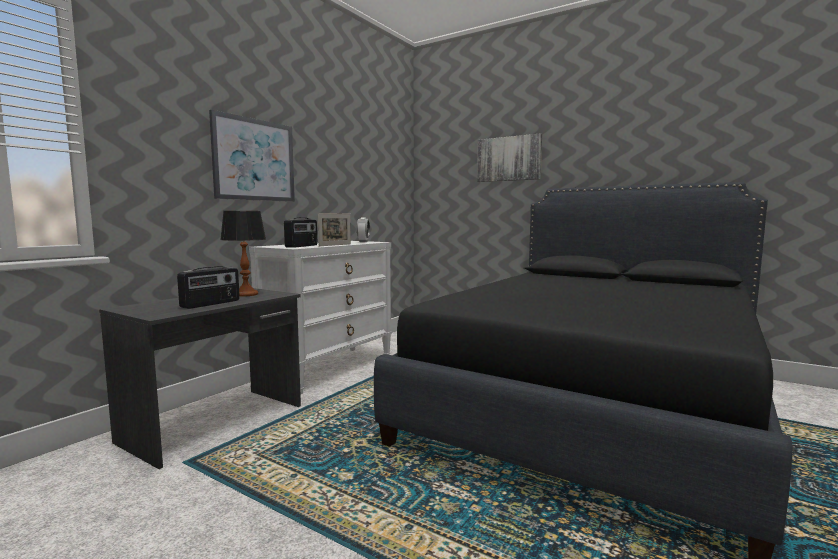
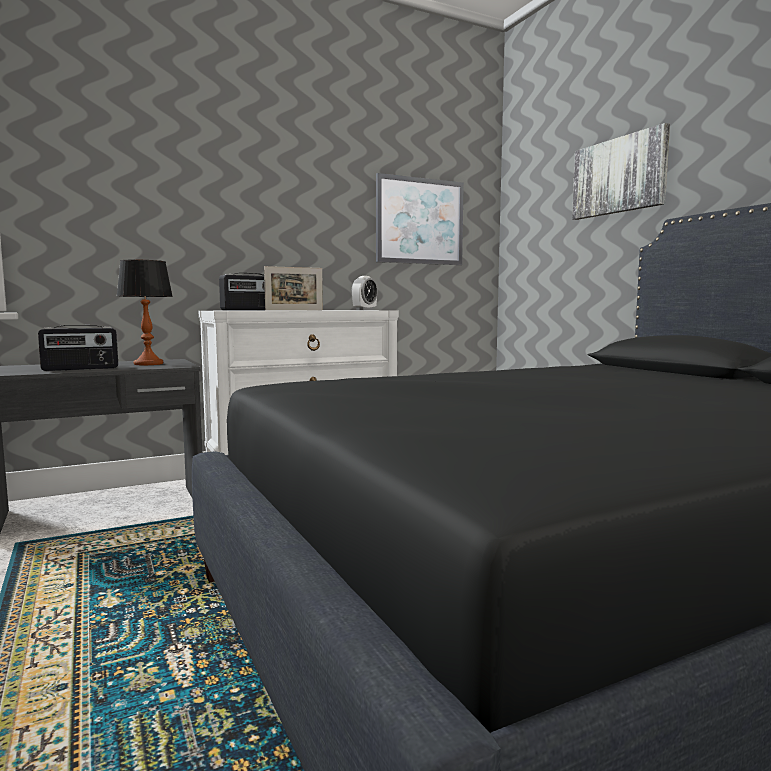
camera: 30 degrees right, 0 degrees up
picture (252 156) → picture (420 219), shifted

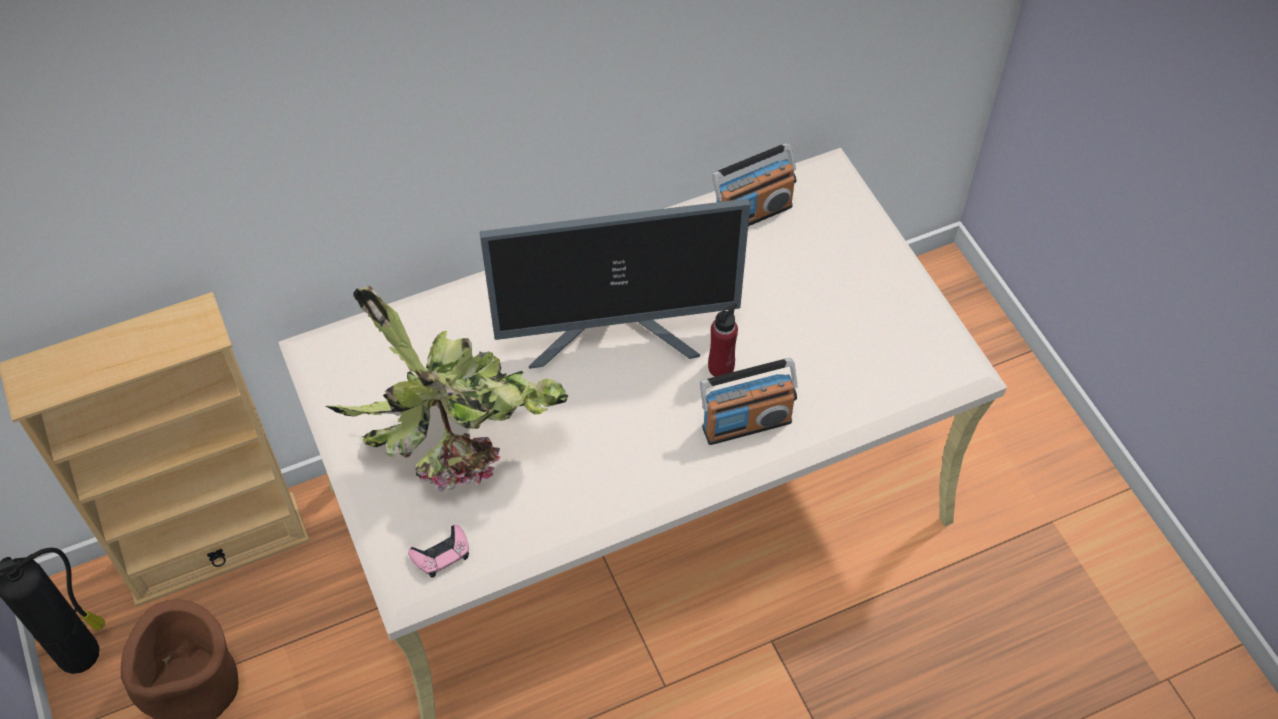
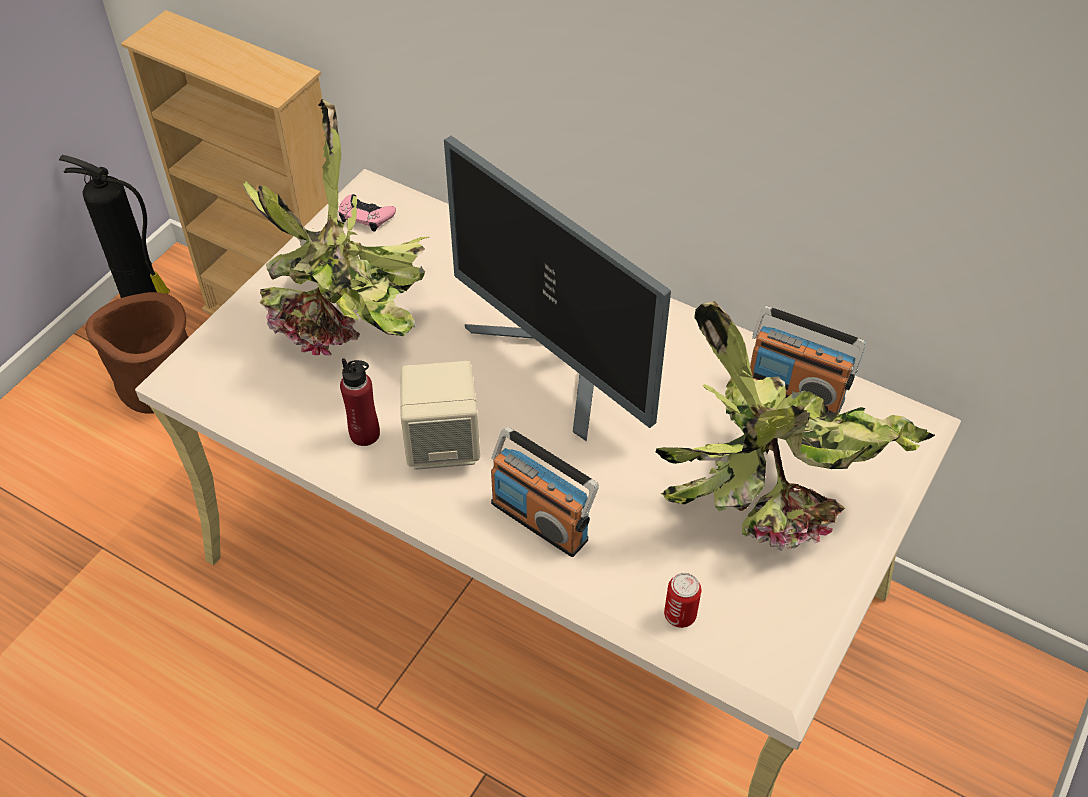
camera: 55 degrees right, 5 degrees down
- → beige speaker (440 415)
- → potted plant (795 426)
- → can (682 600)
pink game controller (438 551) → pink game controller (367 213), shifted
red bottle (723 340) → red bottle (360 402), shifted

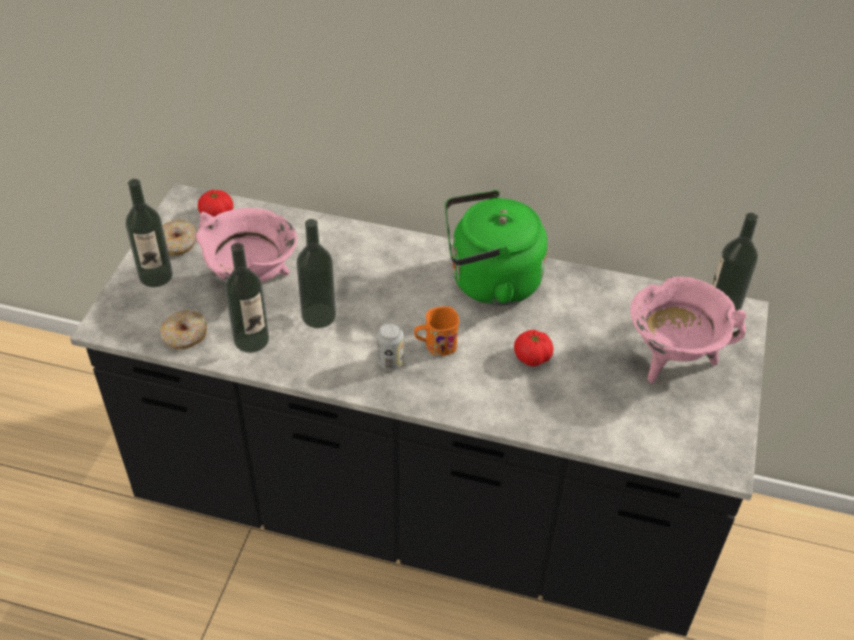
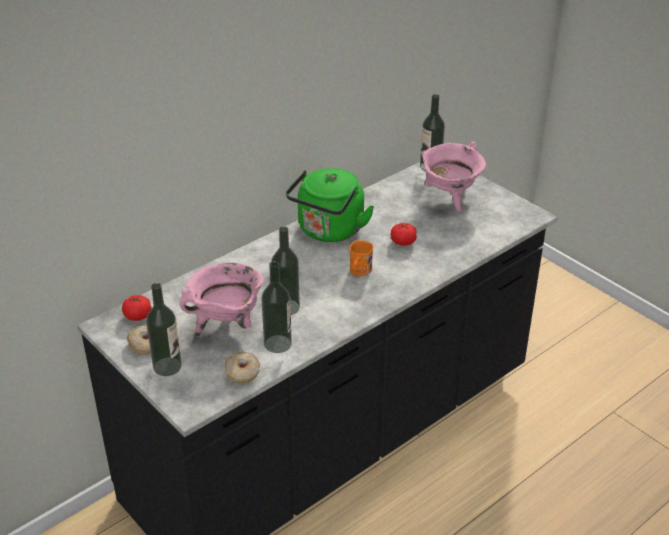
camera: 55 degrees left, 10 degrees down
can (390 346) → -

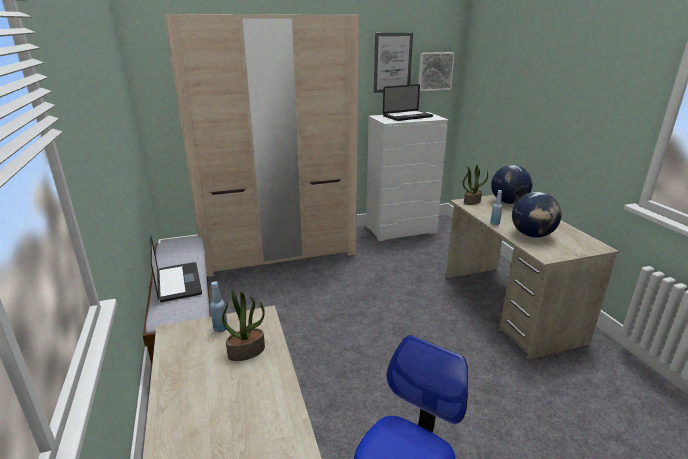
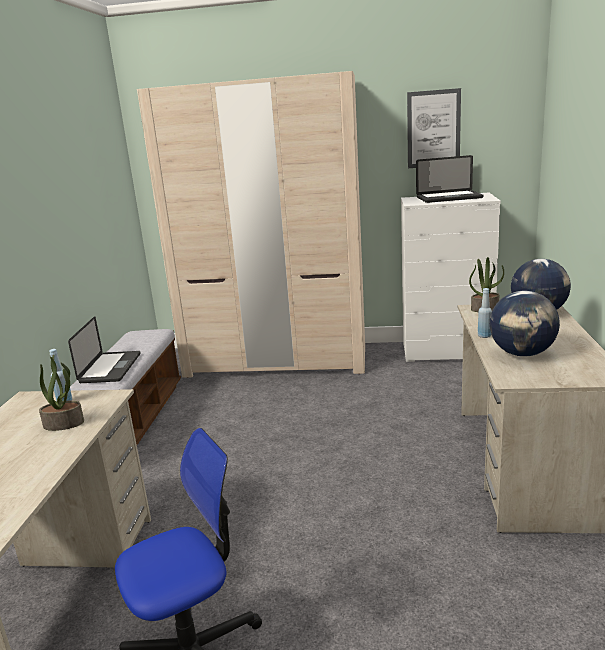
camera: 25 degrees right, 5 degrees down
picture (436 71) → -

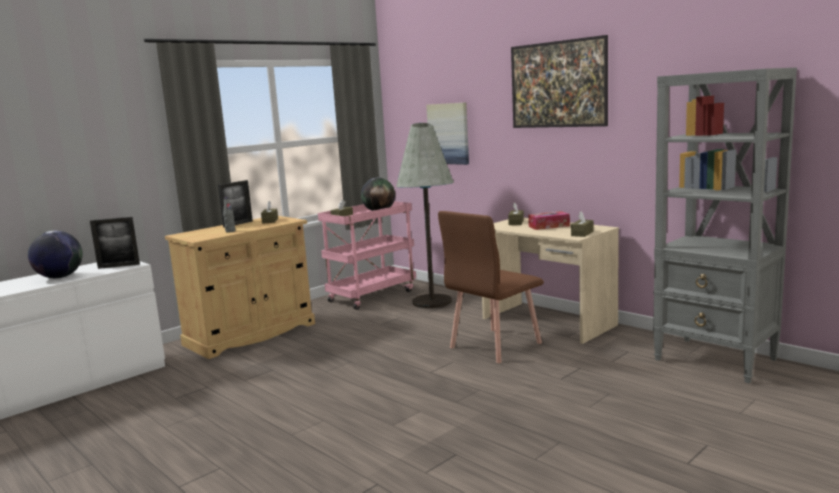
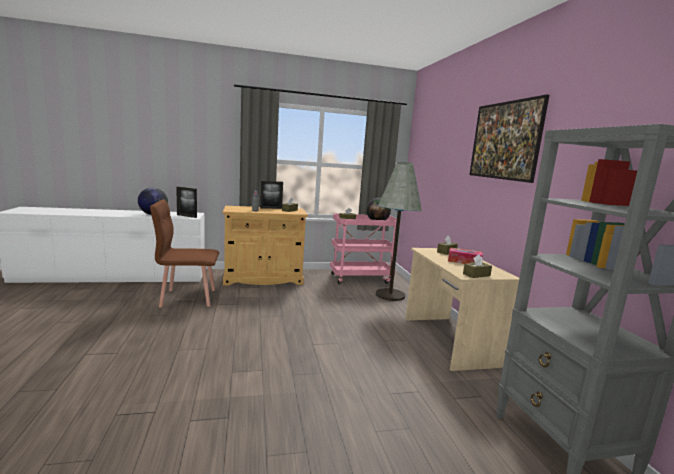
camera: 30 degrees right, 0 degrees up
picture (447 133) → -
brown chair (491 287) → brown chair (184 253), shifted

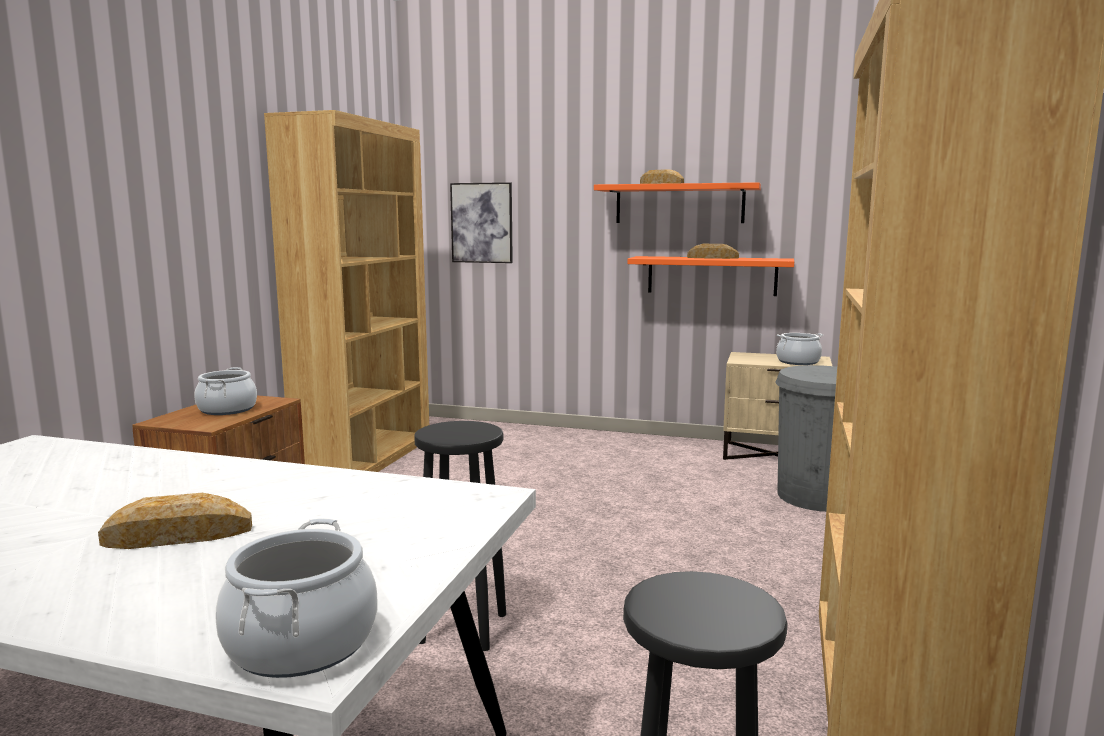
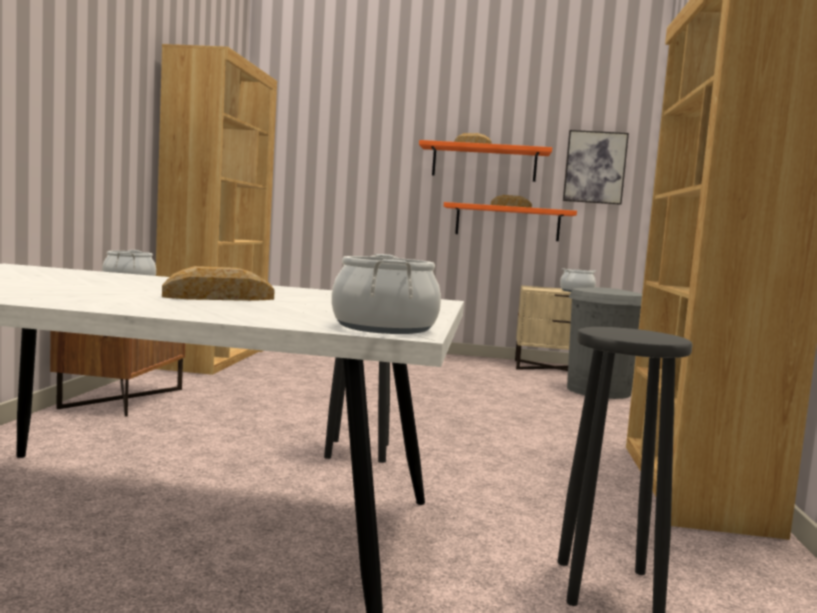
camera: 10 degrees left, 5 degrees down
picture (481 222) → picture (596 167), shifted

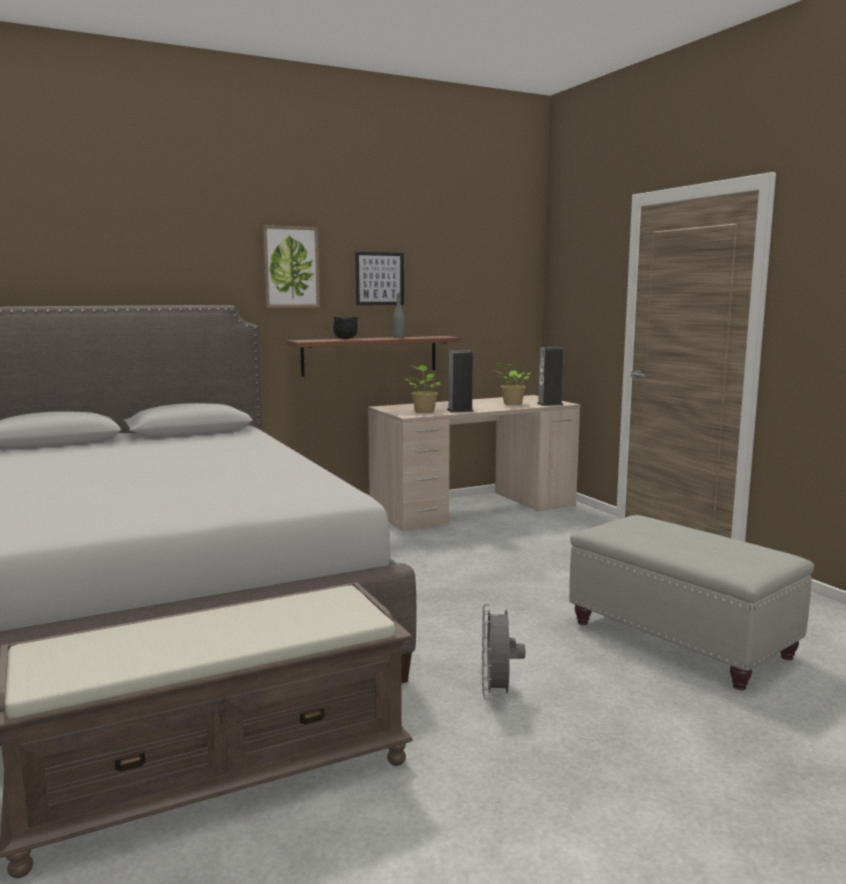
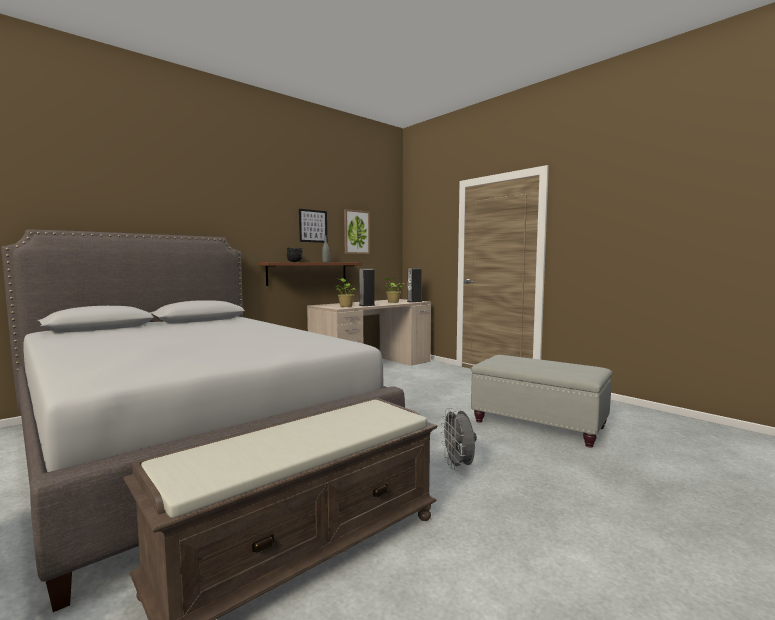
camera: 15 degrees left, 5 degrees down
picture (291 266) → picture (357 231), shifted

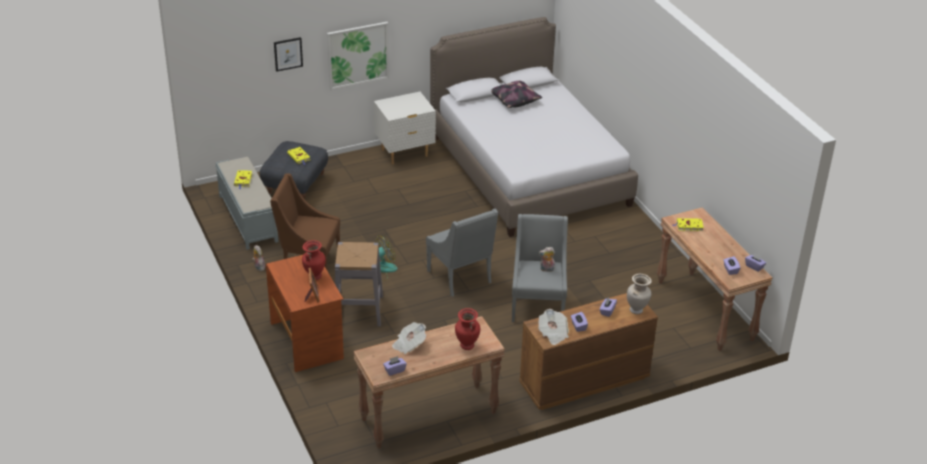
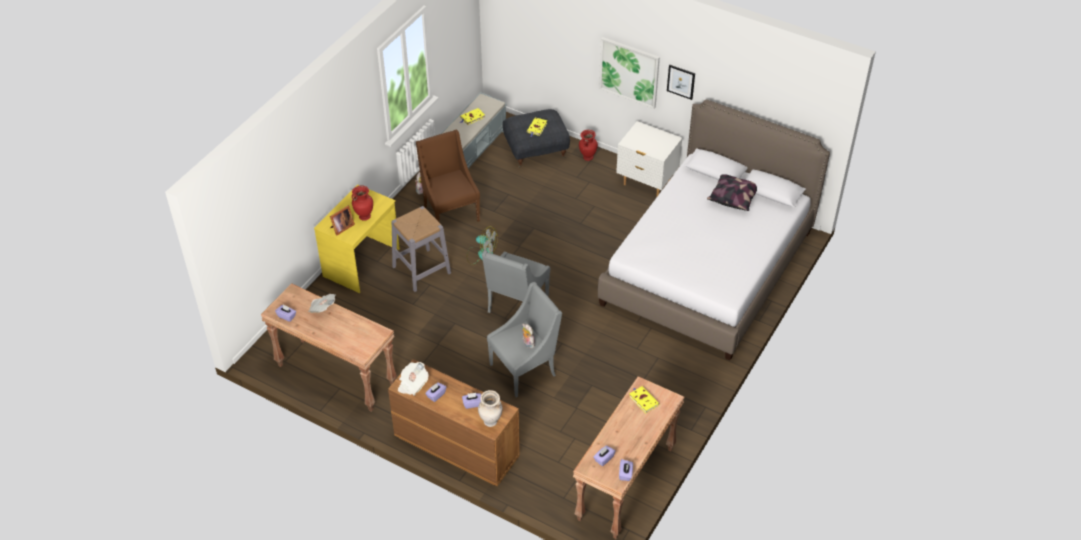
camera: 55 degrees right, 10 degrees up
picture (288 54) → picture (681 82), shifted
red vase (467 329) → red vase (588 145), shifted
brown desk (305 313) → yellow desk (357 238)

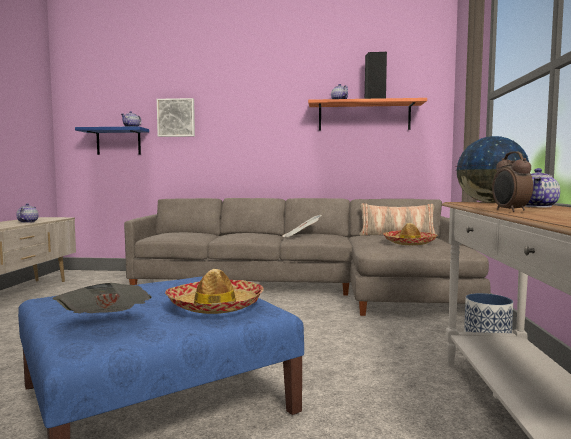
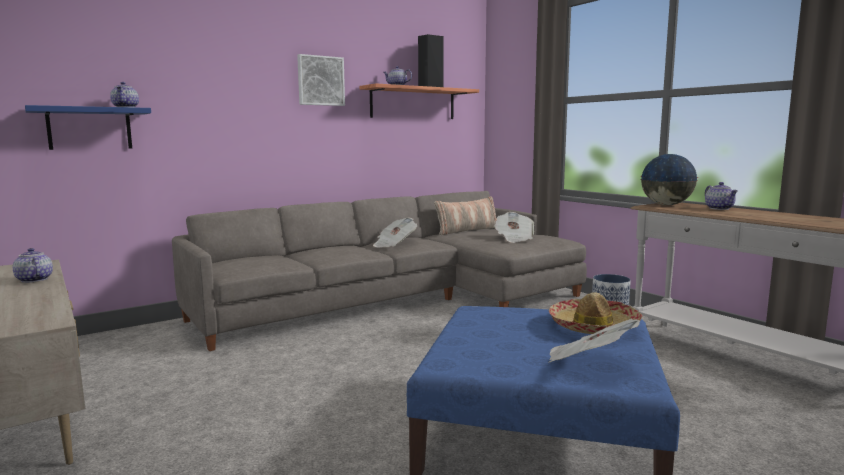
camera: 40 degrees left, 5 degrees up
alarm clock (512 182) → -
picture (176 117) → picture (321 80), shifted
hat (410 234) → newspaper (514 227)

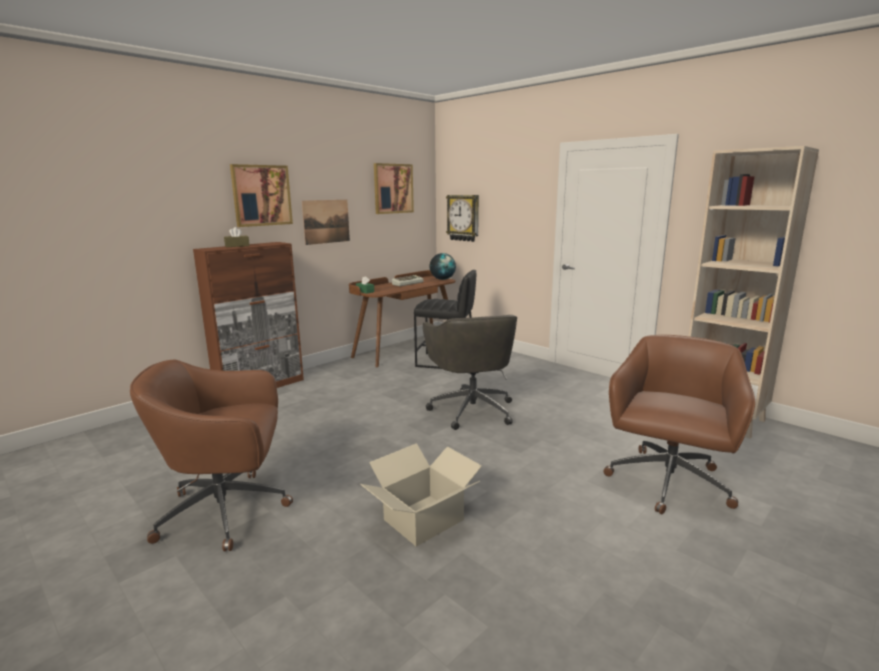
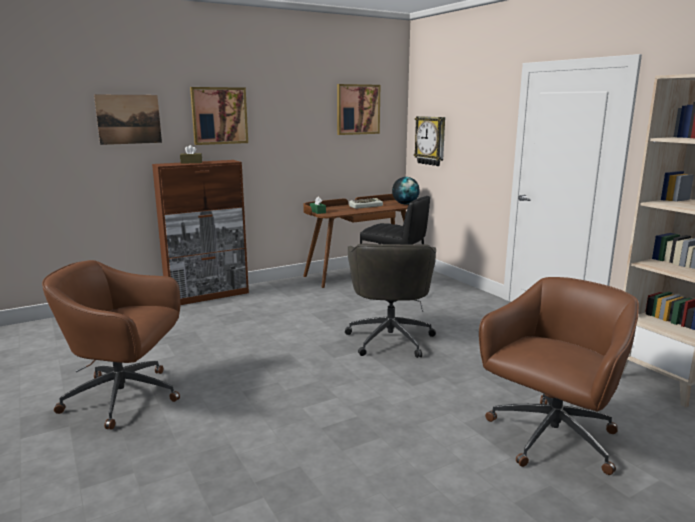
camera: 15 degrees right, 0 degrees up
cardboard box (421 495) → -
picture (326 222) → picture (128 120), shifted

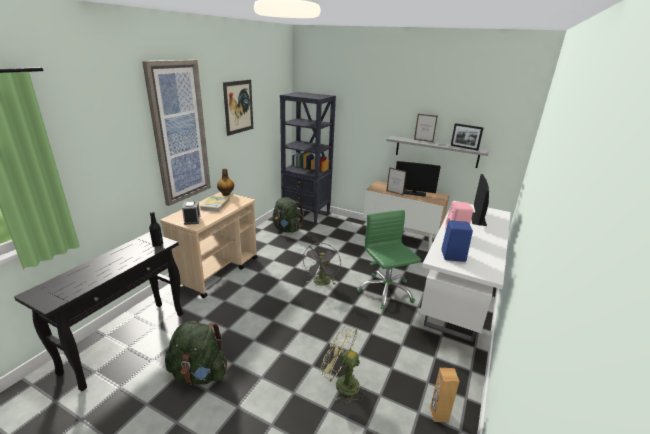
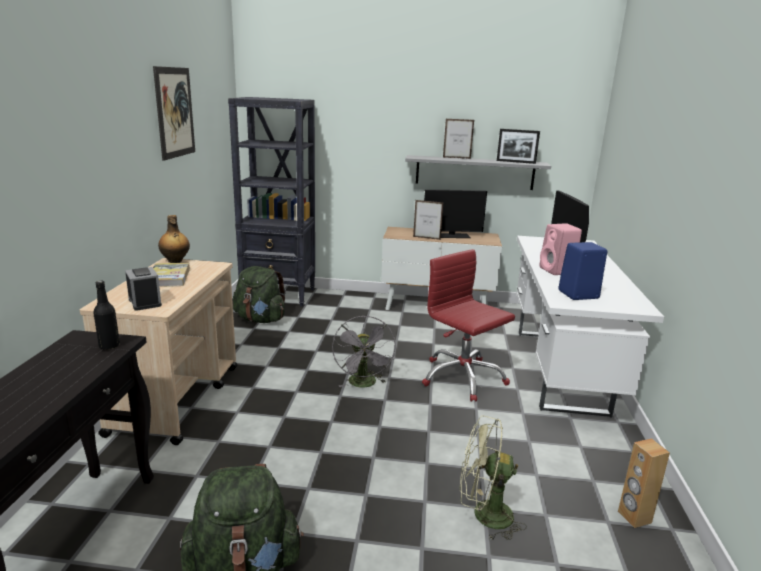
camera: 20 degrees left, 5 degrees down
picture (176 133) → -
green office chair (389 260) → red office chair (468 325)

